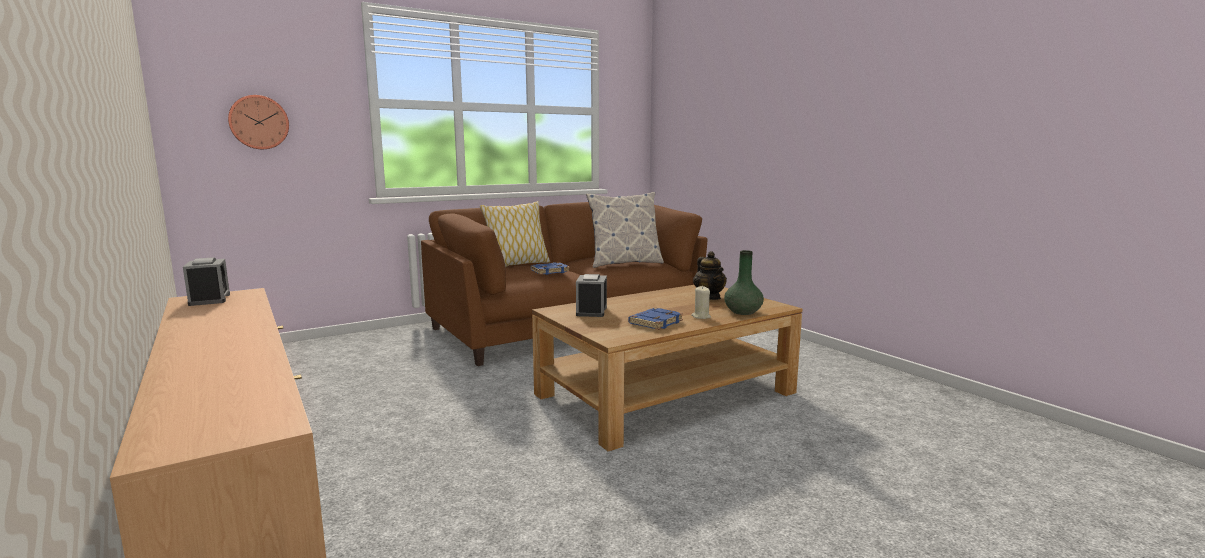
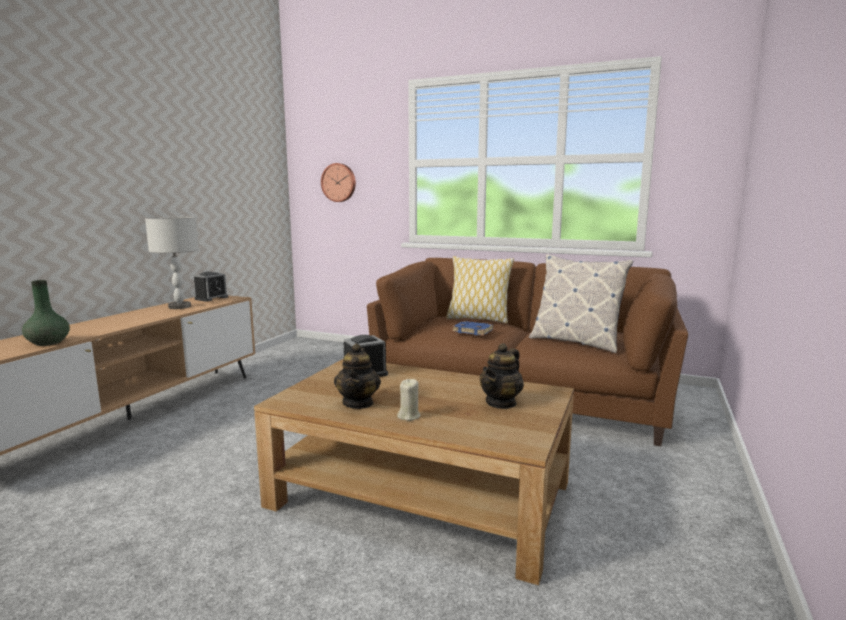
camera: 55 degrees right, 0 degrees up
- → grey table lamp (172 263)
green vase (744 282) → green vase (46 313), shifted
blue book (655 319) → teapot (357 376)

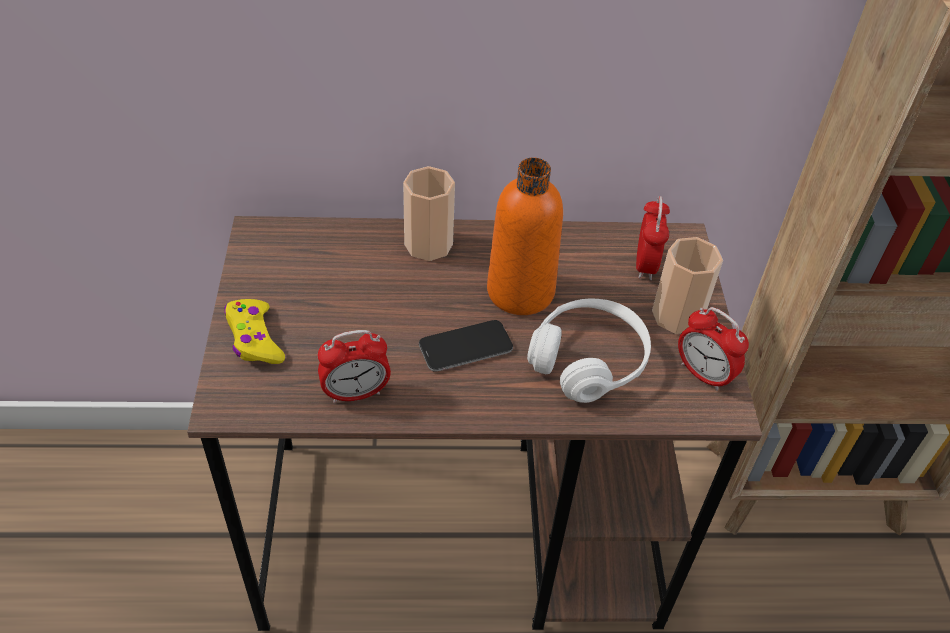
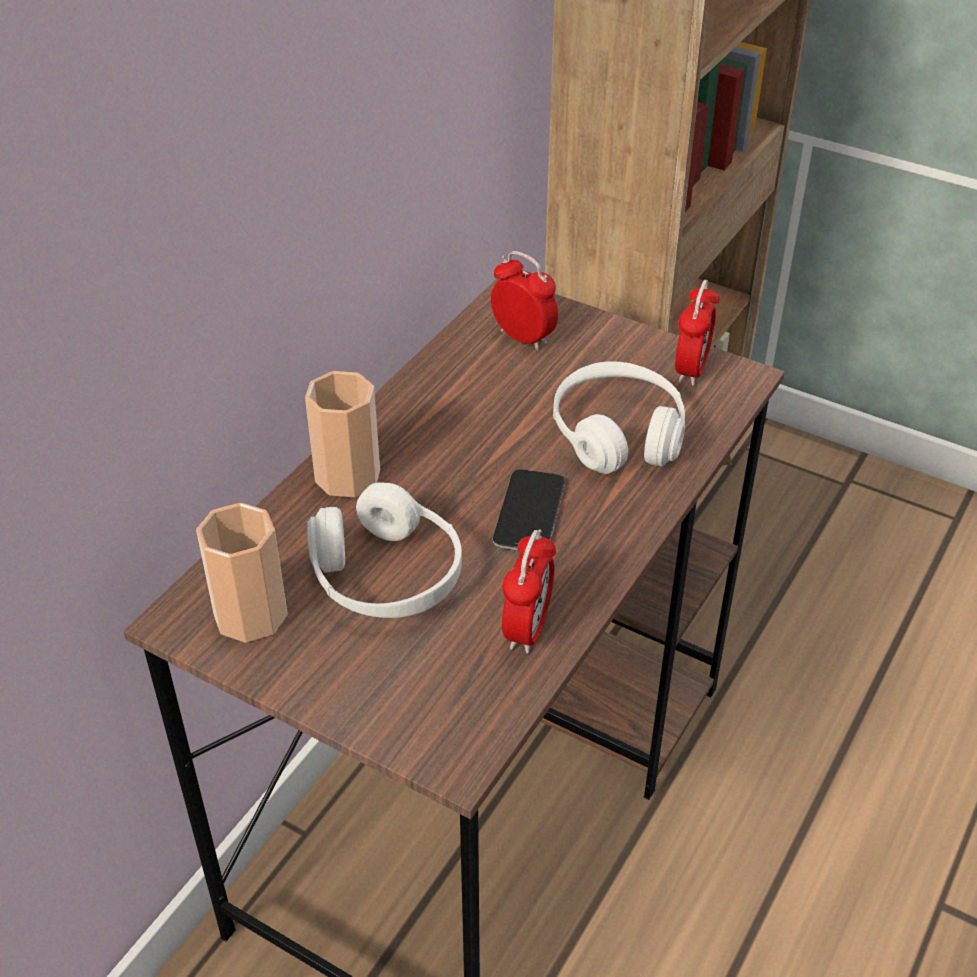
camera: 55 degrees left, 5 degrees down
yellow game controller (254 331) → -
orange bottle (525 236) → -
- → white headphones (384 550)
cup (687 285) → cup (242 572), shifted
alarm clock (713 349) → alarm clock (697 333), 60 degrees counterclockwise

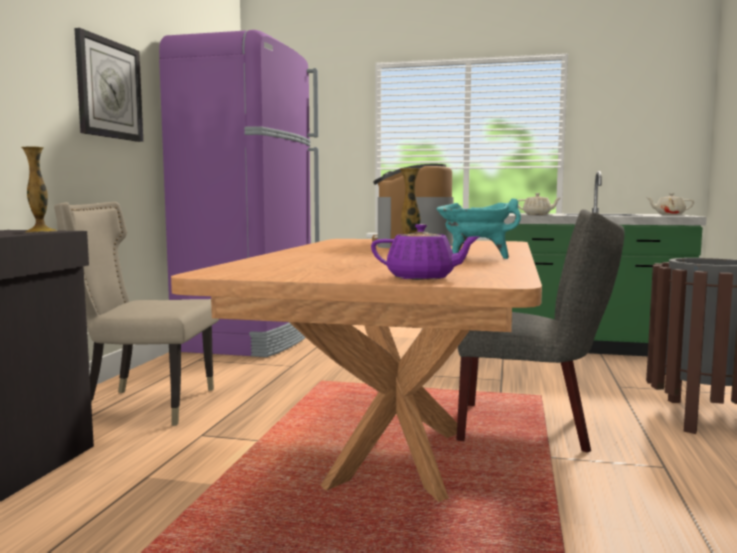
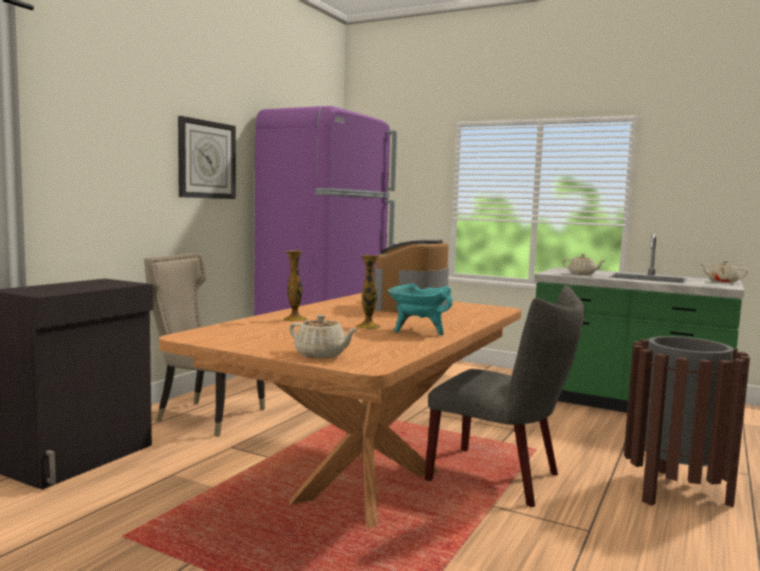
camera: 15 degrees right, 0 degrees up
vase (39 190) → vase (295 286), shifted
purple teapot (426 252) → beige teapot (323 336)

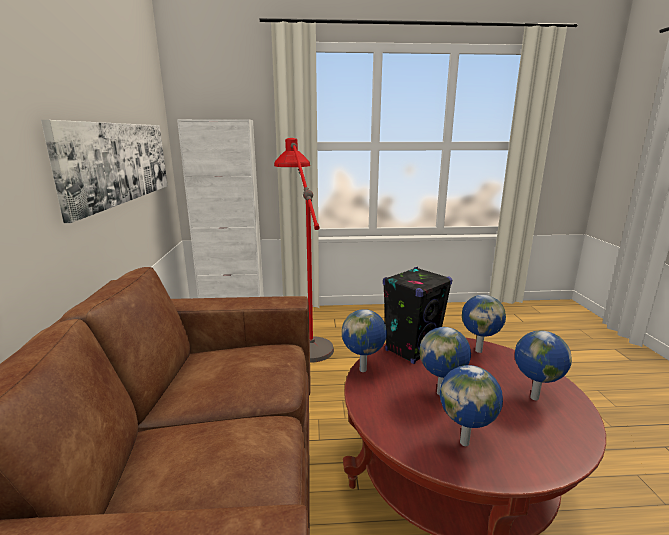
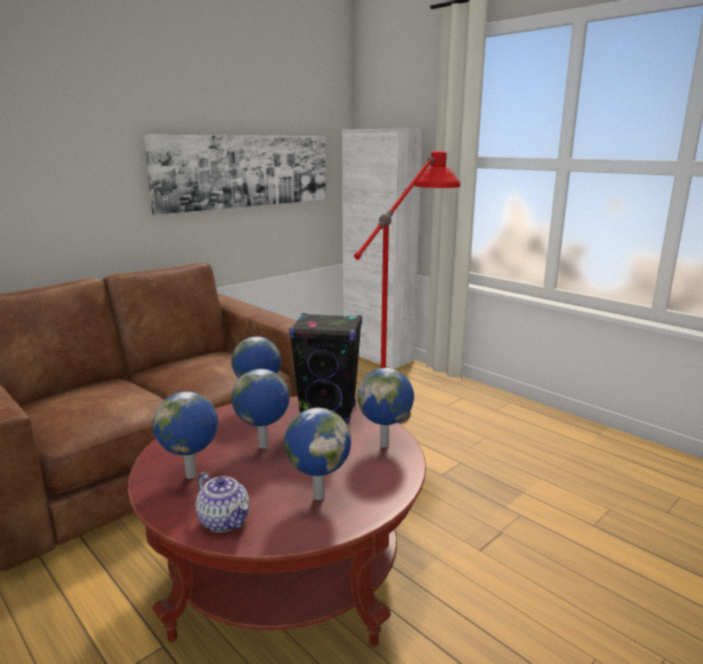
camera: 50 degrees right, 0 degrees up
- → teapot (222 502)

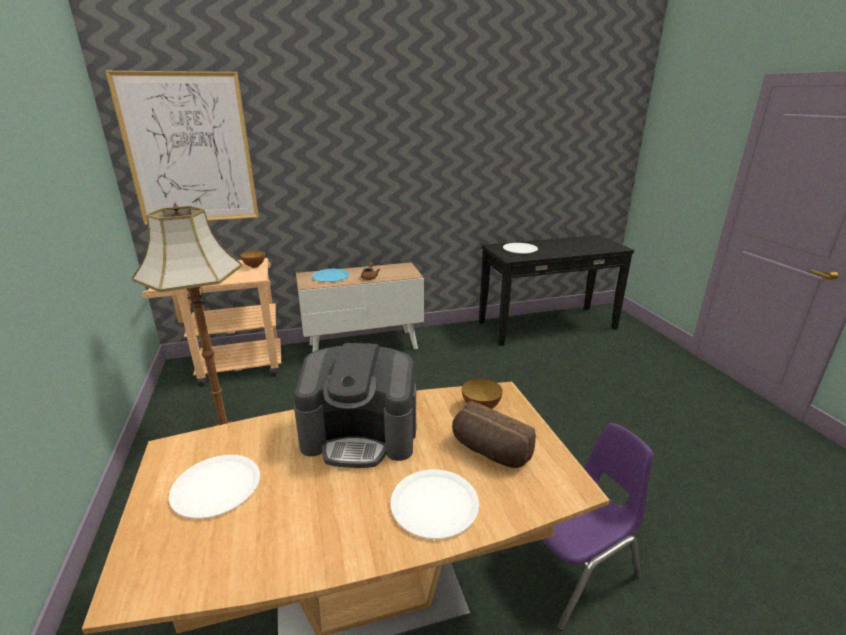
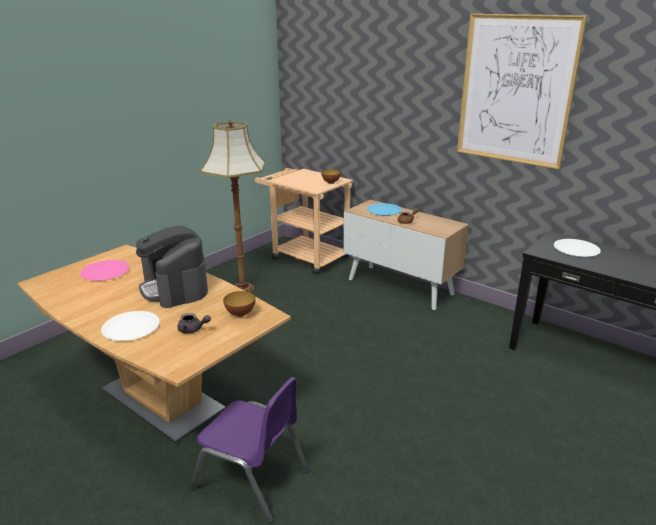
camera: 55 degrees right, 0 degrees up
picture (182 148) → picture (522 91), shifted
bread (494 434) → grey teapot (194 323)
white plate (214 487) → pink plate (105 270)

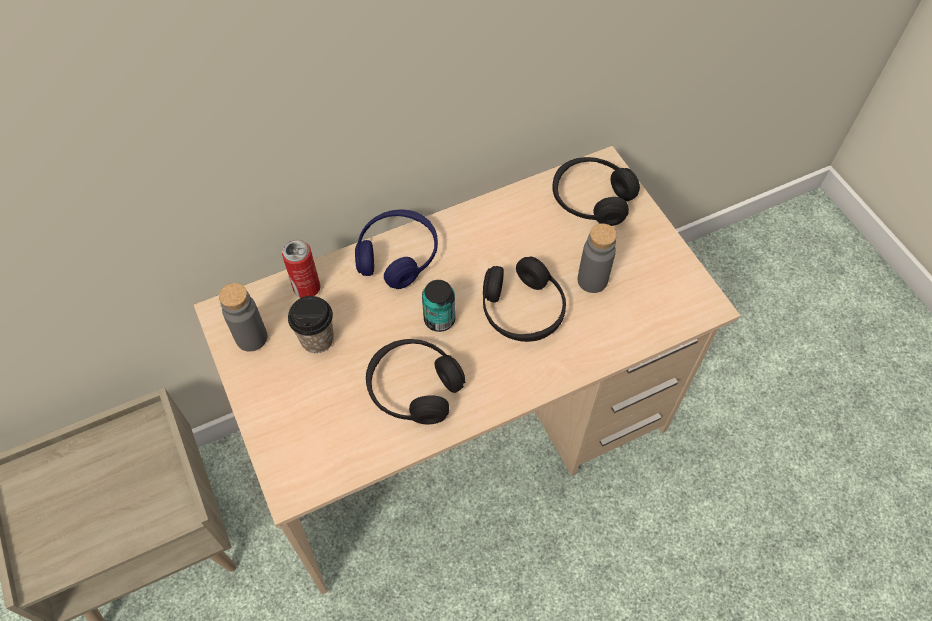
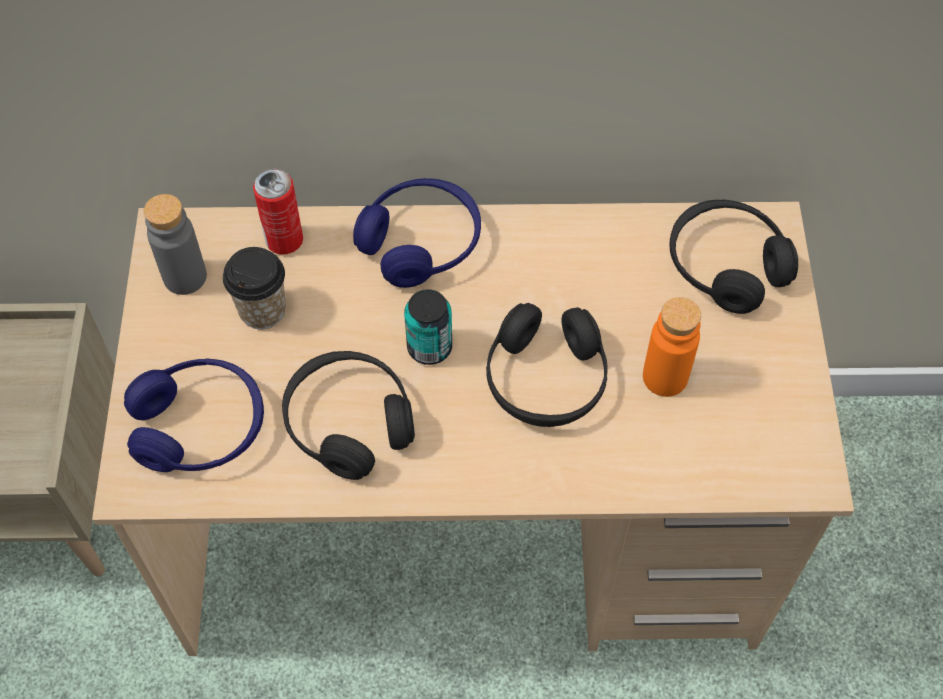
camera: 25 degrees right, 0 degrees up
- → blue headphones (194 415)
grey bottle (597 258) → orange bottle (672 347)

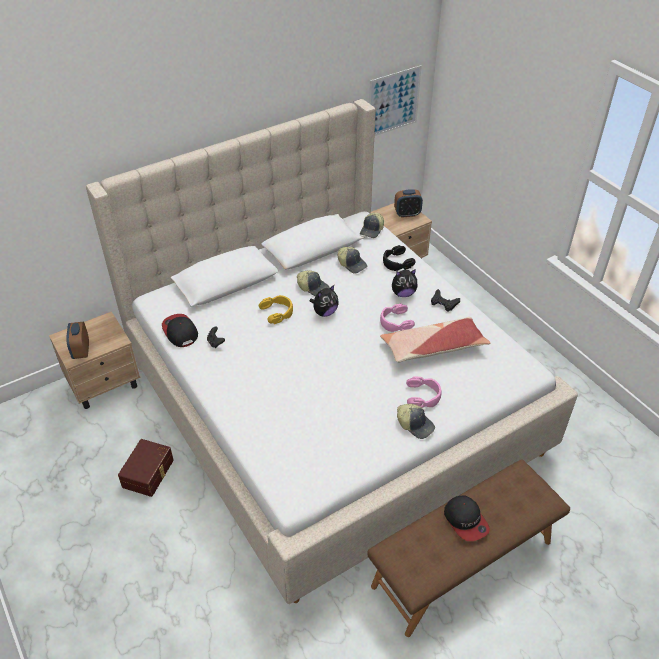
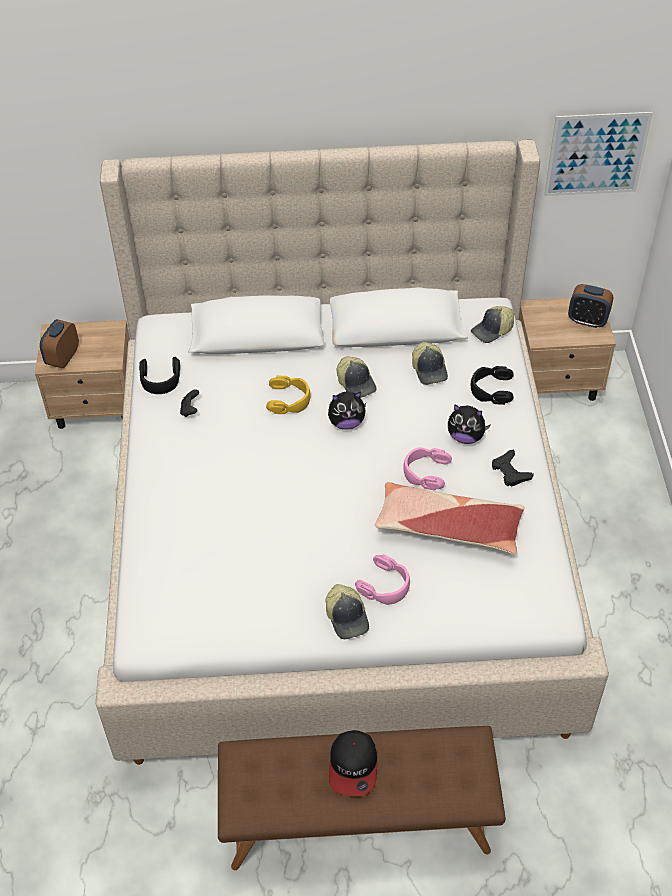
camera: 30 degrees right, 5 degrees up
brown storage box (146 468) → -
cap (180 330) → black headphones (159 375)

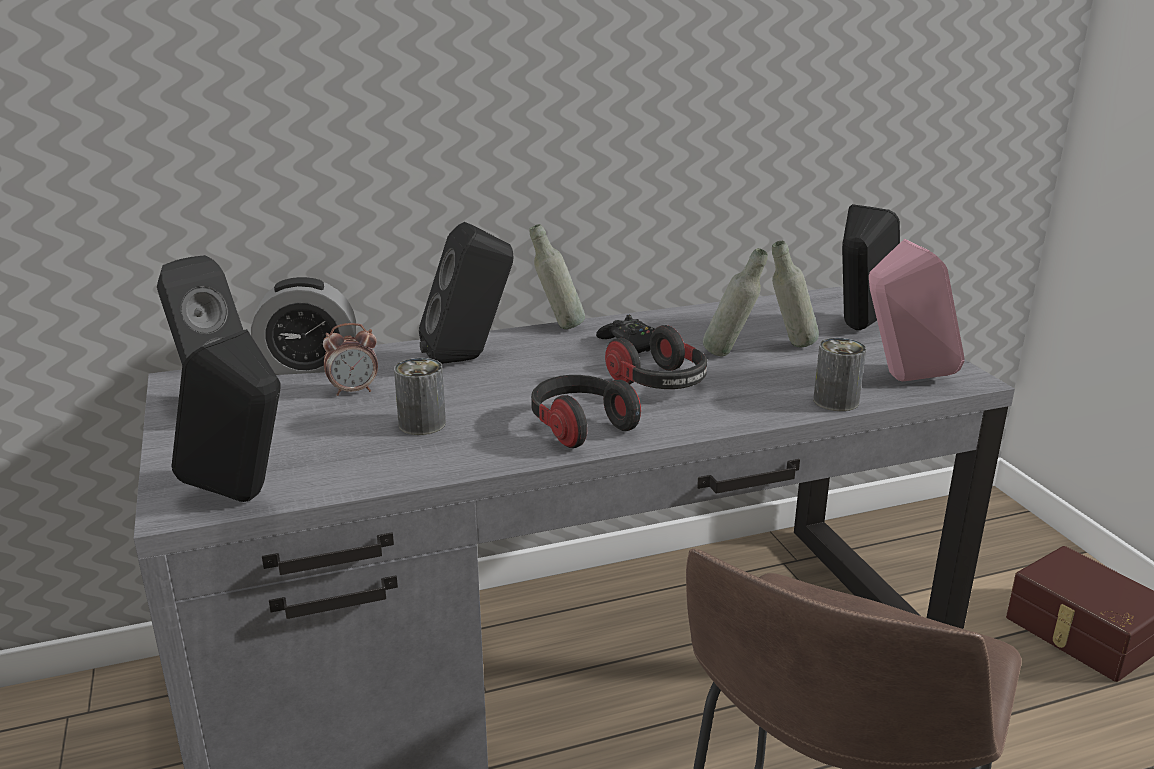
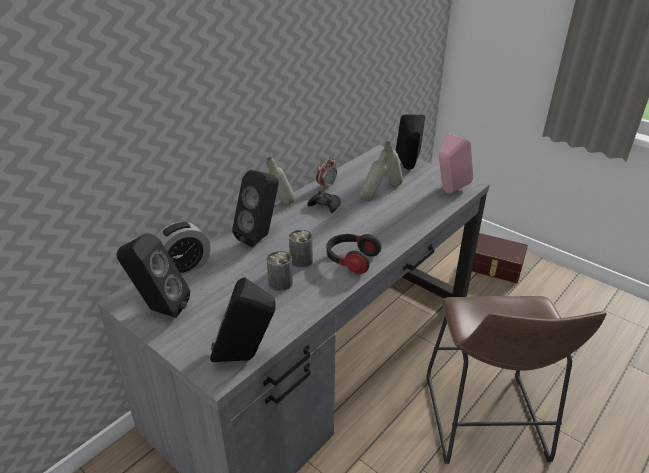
camera: 30 degrees left, 10 degrees up
headphones (656 357) → -
alarm clock (350 359) → alarm clock (326 173), shifted
can (839 374) → can (301 249), shifted

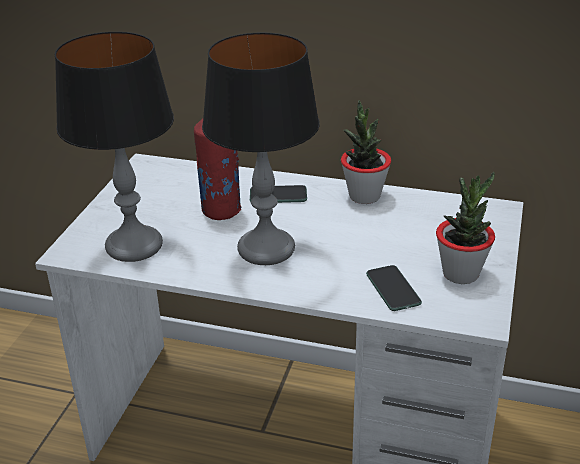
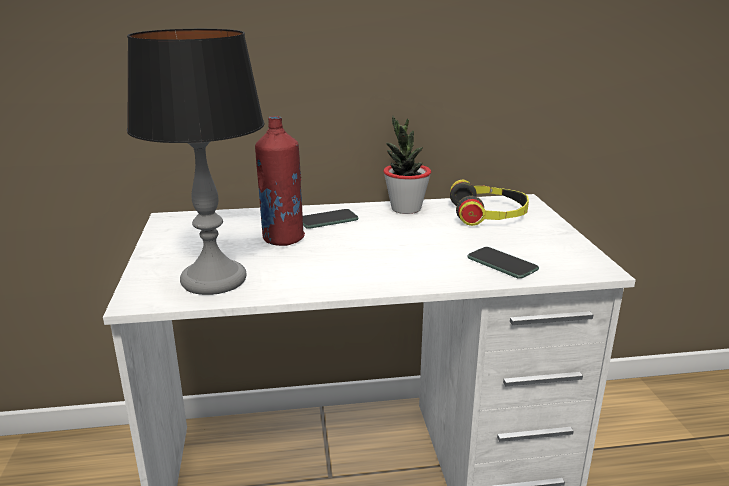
camera: 25 degrees left, 10 degrees down
table lamp (261 149) → -
potted plant (465 228) → -
- → headphones (489 203)

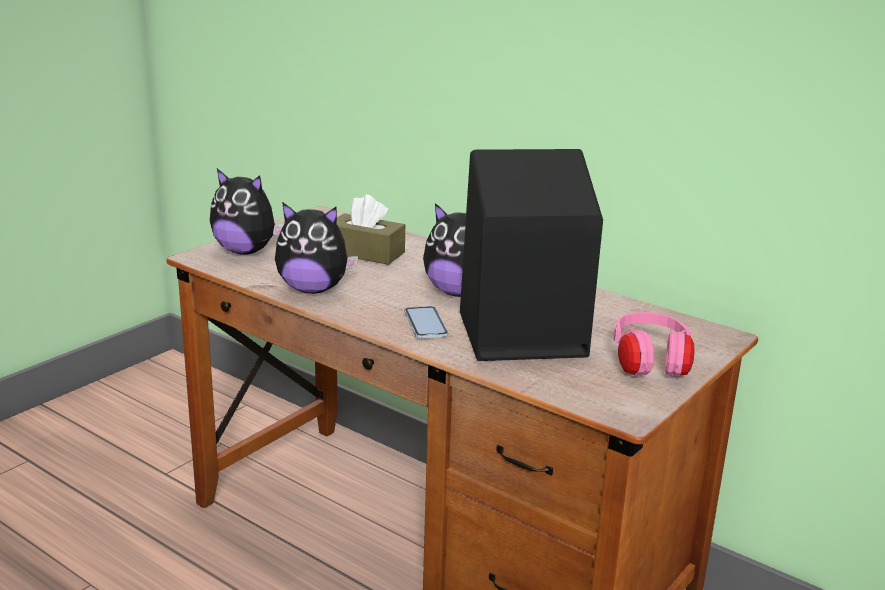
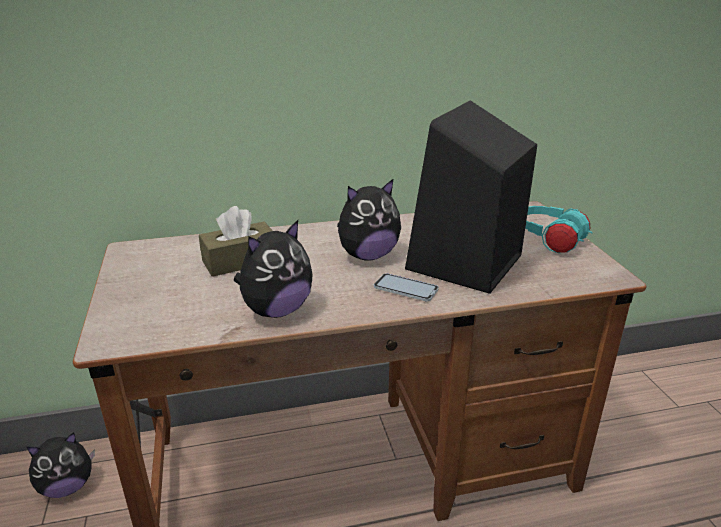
camera: 50 degrees left, 5 degrees up
plush toy (247 212) → plush toy (61 465), shifted
pink headphones (654 344) → turquoise headphones (559 229)

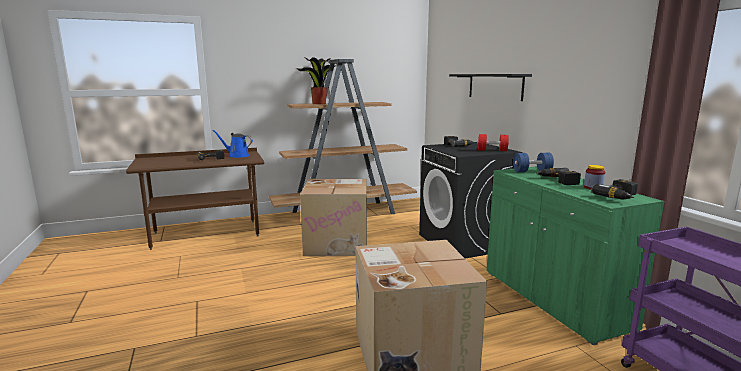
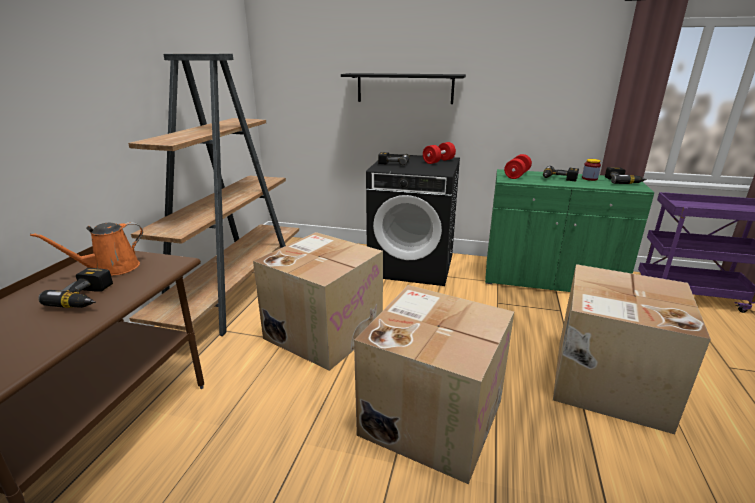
camera: 55 degrees left, 10 degrees up
potted plant (316 80) → -
- → cardboard box (434 384)
blue watering can (233 144) → orange watering can (86 249)
blue dumbbell (533 162) → red dumbbell (518 166)

